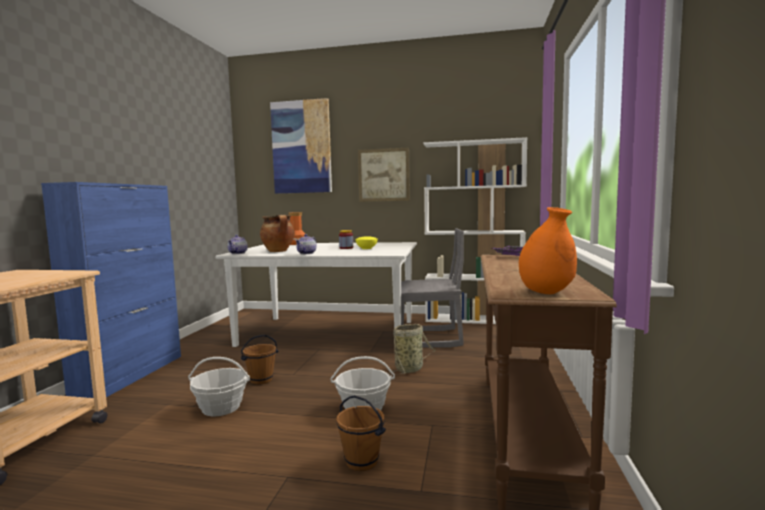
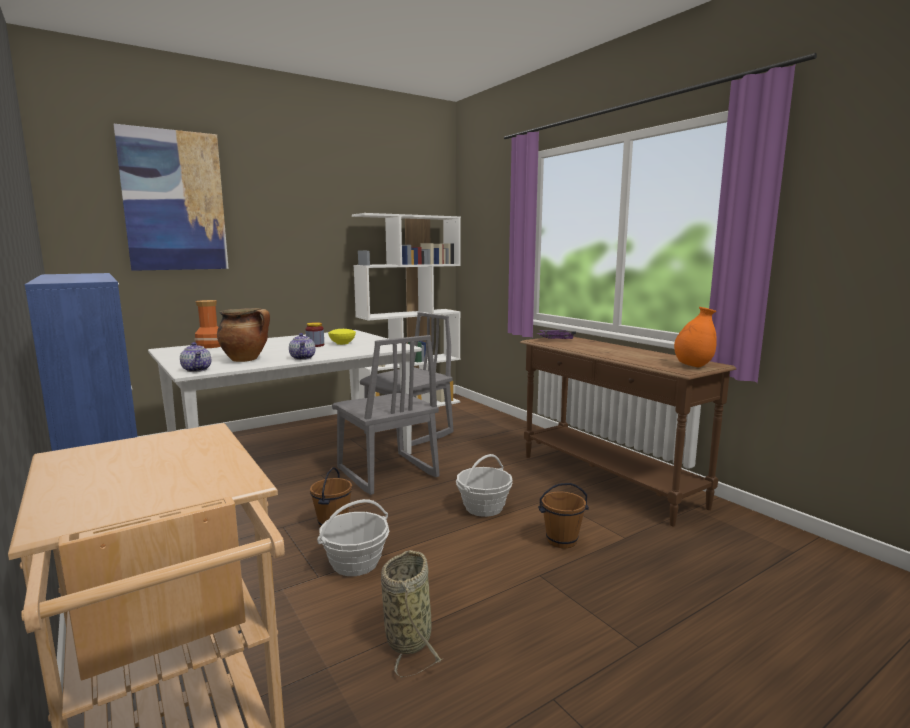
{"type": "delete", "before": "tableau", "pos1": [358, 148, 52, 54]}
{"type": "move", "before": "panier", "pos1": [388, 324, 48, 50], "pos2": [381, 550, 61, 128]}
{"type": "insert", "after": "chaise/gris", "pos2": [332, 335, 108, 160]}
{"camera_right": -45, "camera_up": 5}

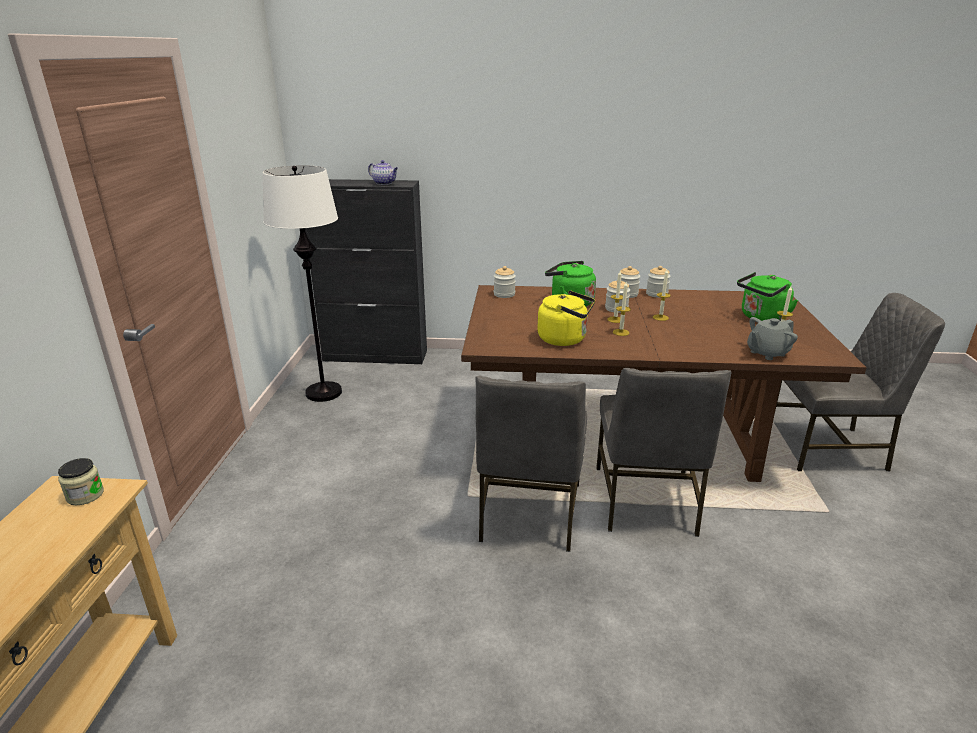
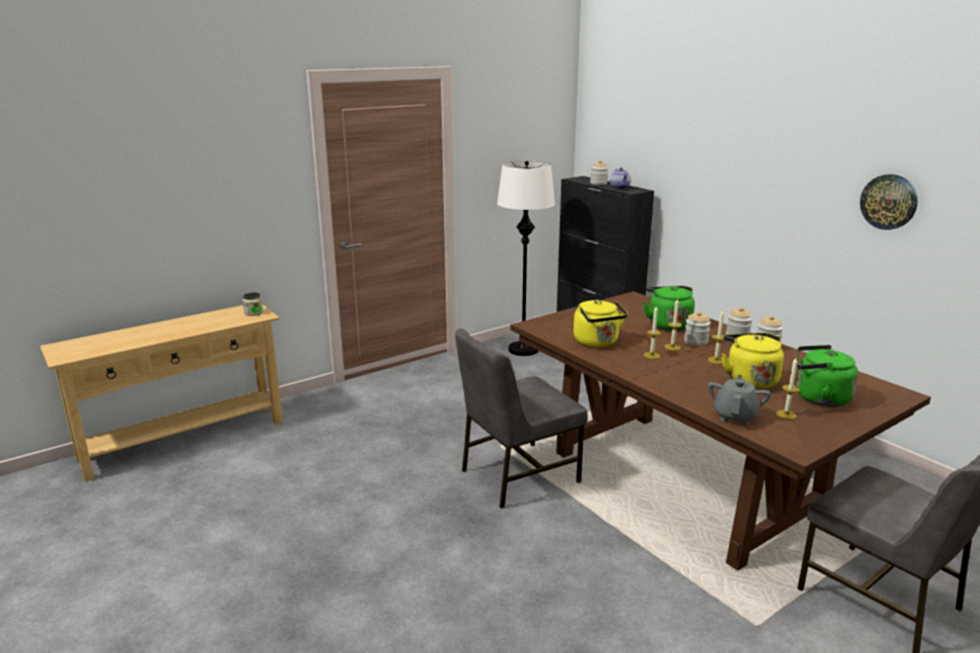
{"type": "move", "before": "bocal", "pos1": [494, 266, 22, 32], "pos2": [590, 160, 18, 25]}
{"type": "rotate", "before": "théière/gris", "pos1": [747, 317, 51, 43], "pos2": [707, 375, 64, 50], "turn": 90}
{"type": "delete", "before": "chaise/gris", "pos1": [596, 368, 136, 169]}
{"type": "insert", "after": "horloge murale", "pos2": [860, 174, 58, 56]}
{"type": "insert", "after": "bouilloire/jaune", "pos2": [721, 333, 63, 56]}
{"camera_right": 50, "camera_up": -5}

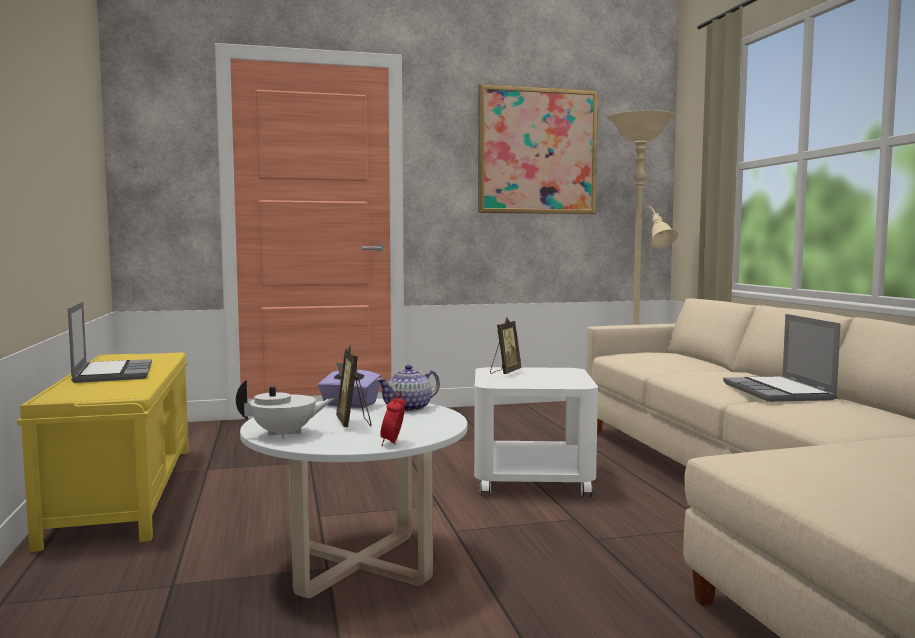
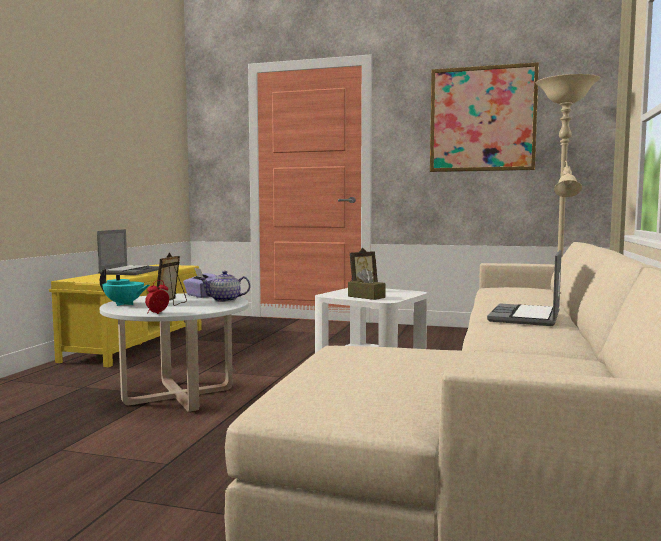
{"type": "recolor", "before": "théière/blanc", "after": "théière/turquoise", "pos1": [236, 380, 98, 59], "pos2": [100, 269, 50, 37]}
{"type": "insert", "after": "boîte à mouchoirs/marron", "pos2": [348, 268, 37, 32]}
{"camera_right": 30, "camera_up": 0}

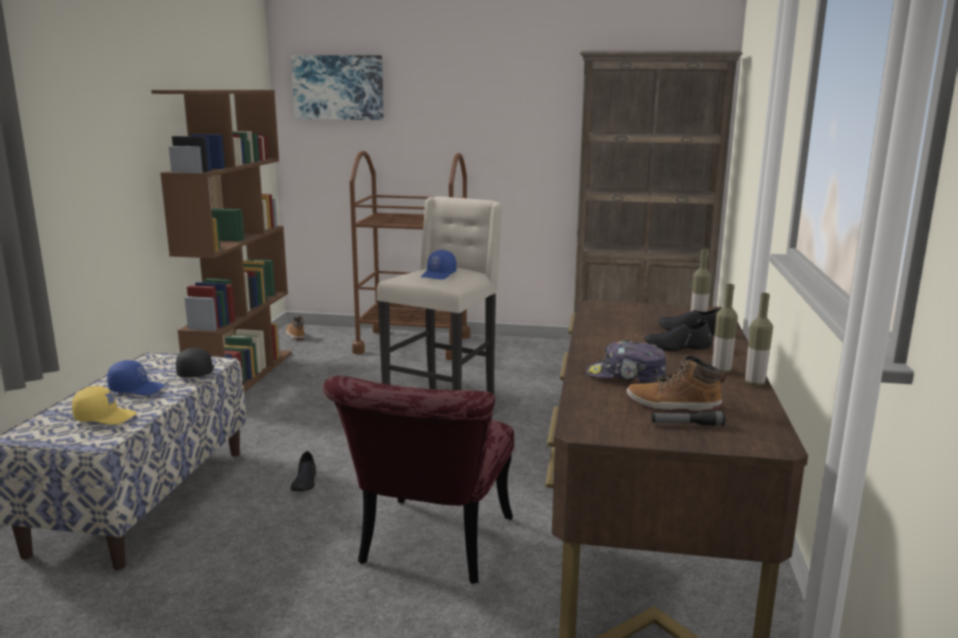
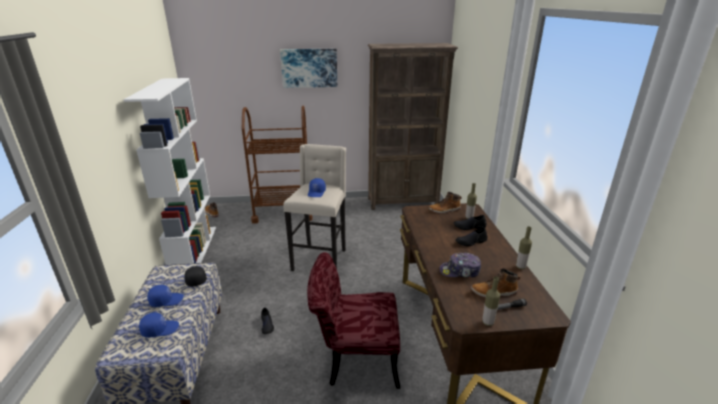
{"type": "move", "before": "tableau", "pos1": [291, 55, 93, 65], "pos2": [280, 49, 57, 39]}
{"type": "recolor", "before": "bibliothèque/marron", "after": "bibliothèque/blanc", "pos1": [151, 90, 141, 303], "pos2": [123, 78, 93, 187]}
{"type": "move", "before": "bouteille", "pos1": [712, 284, 26, 89], "pos2": [482, 276, 18, 50]}
{"type": "rotate", "before": "chaise/rouge", "pos1": [323, 376, 191, 208], "pos2": [307, 252, 93, 137], "turn": 90}
{"type": "recolor", "before": "casquette/jaune", "after": "casquette/bleu", "pos1": [72, 386, 65, 39], "pos2": [139, 312, 40, 26]}
{"type": "insert", "after": "botte", "pos2": [429, 192, 33, 22]}
{"camera_right": -15, "camera_up": 10}

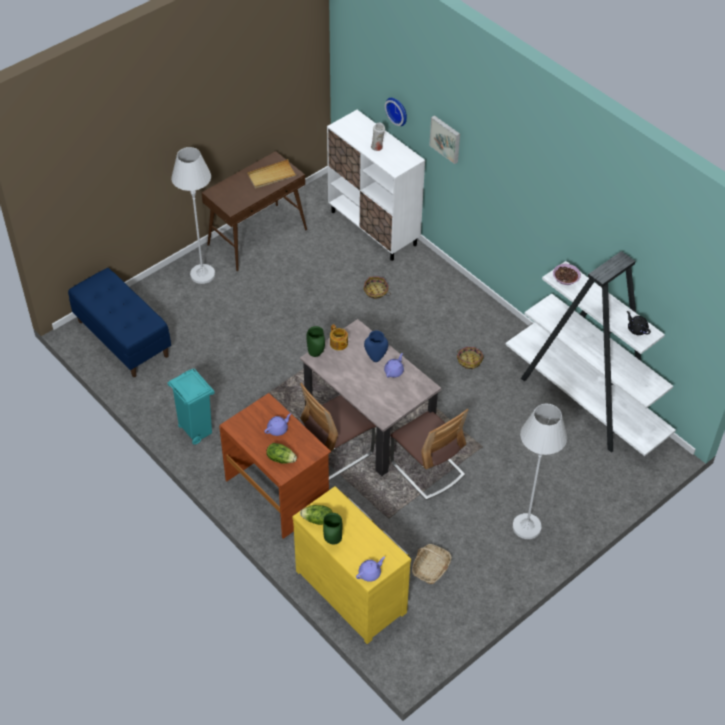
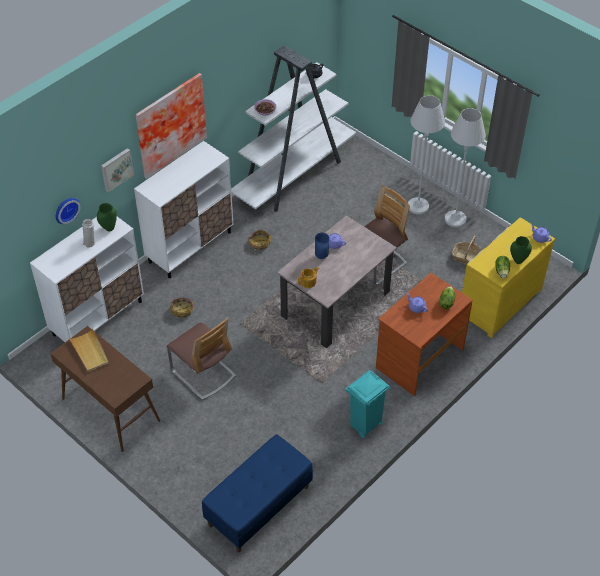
{"type": "move", "before": "lampadaire/blanc", "pos1": [171, 147, 44, 137], "pos2": [445, 108, 41, 120]}
{"type": "move", "before": "vase/vert", "pos1": [306, 326, 19, 31], "pos2": [97, 203, 20, 28]}
{"type": "move", "before": "chaise", "pos1": [300, 383, 76, 97], "pos2": [166, 318, 70, 82]}
{"type": "insert", "after": "tableau", "pos2": [136, 73, 71, 106]}
{"type": "insert", "after": "meuble de rangement/blanc", "pos2": [134, 141, 99, 137]}
{"camera_right": -95, "camera_up": 0}

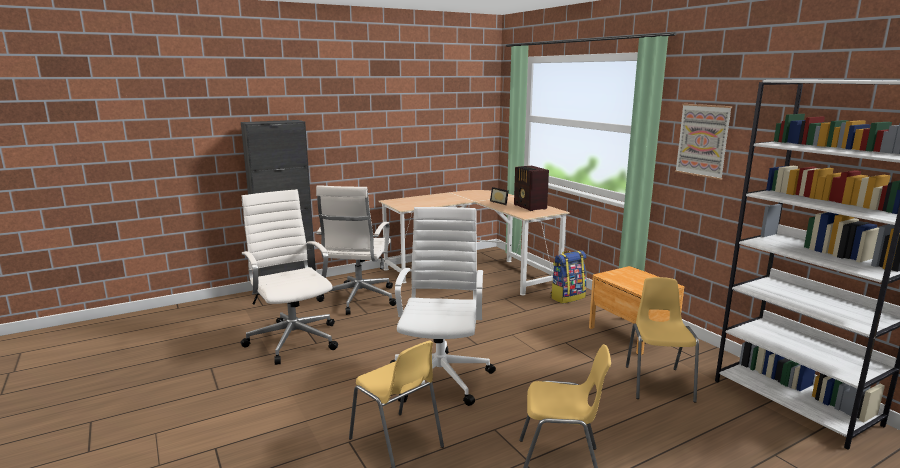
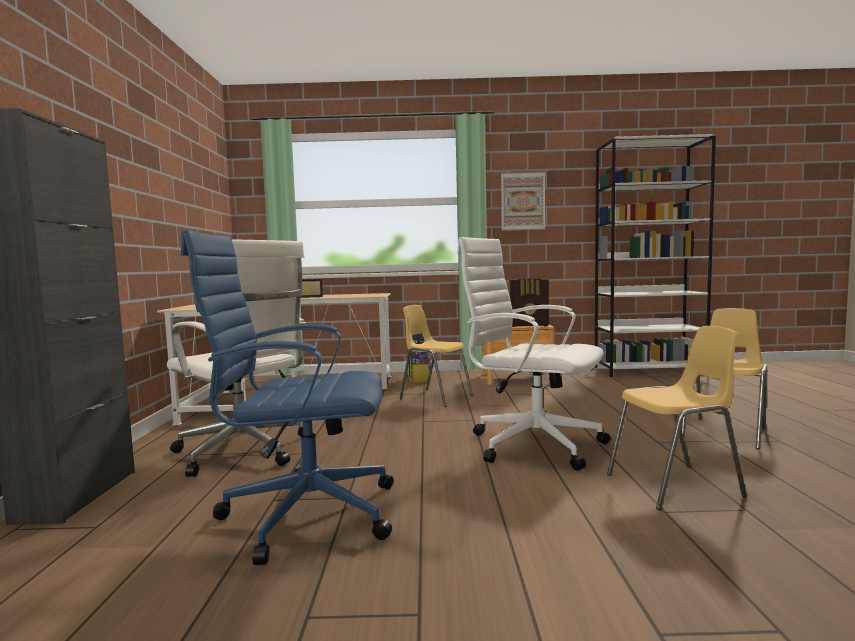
{"type": "move", "before": "radio", "pos1": [514, 166, 35, 45], "pos2": [510, 278, 39, 49]}
{"type": "recolor", "before": "chaise de bureau/blanc", "after": "chaise de bureau/bleu", "pos1": [241, 189, 97, 176], "pos2": [181, 230, 213, 335]}
{"type": "move", "before": "chaise/jaune", "pos1": [626, 277, 73, 126], "pos2": [399, 305, 74, 102]}
{"camera_right": -60, "camera_up": -10}

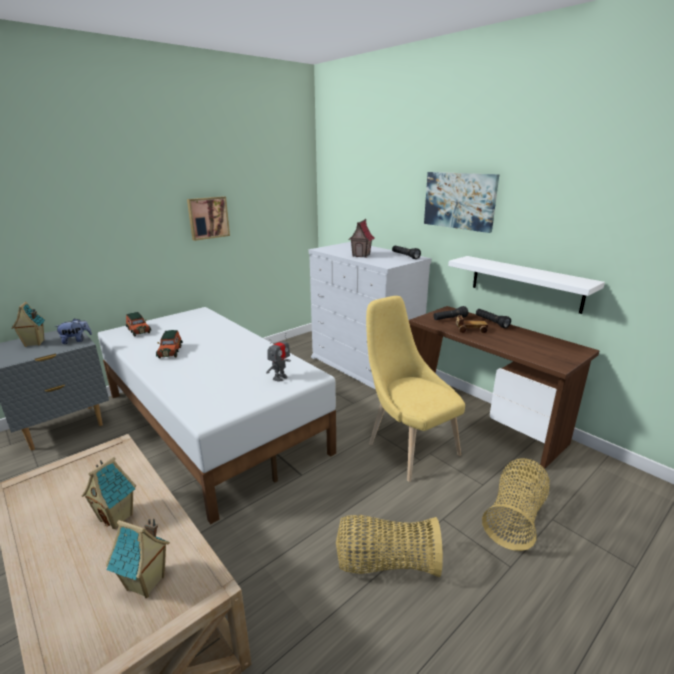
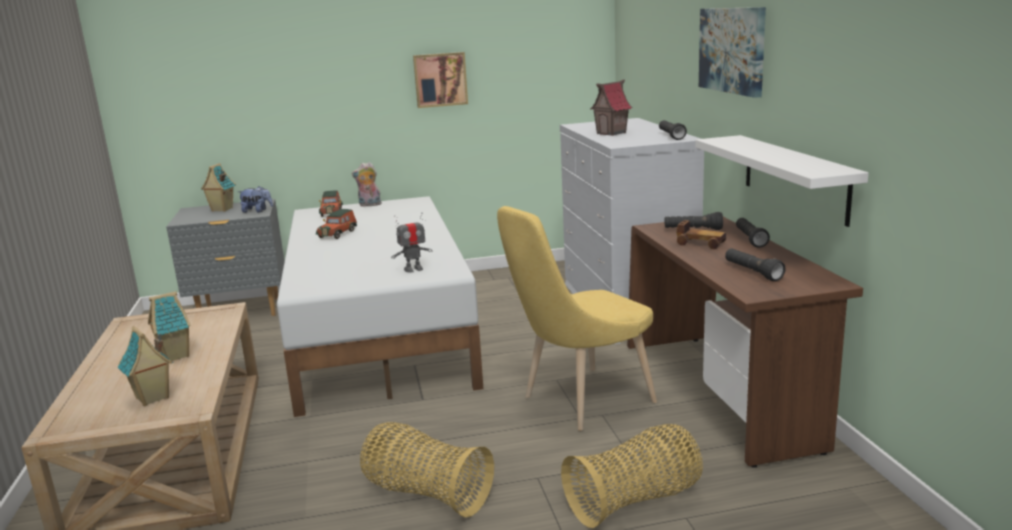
{"type": "rotate", "before": "chaise/jaune", "pos1": [366, 296, 99, 186], "pos2": [497, 206, 160, 225], "turn": -120}
{"type": "insert", "after": "peluche", "pos2": [352, 162, 30, 45]}
{"type": "insert", "after": "lampe de poche/noir", "pos2": [725, 248, 61, 33]}
{"camera_right": 30, "camera_up": -5}

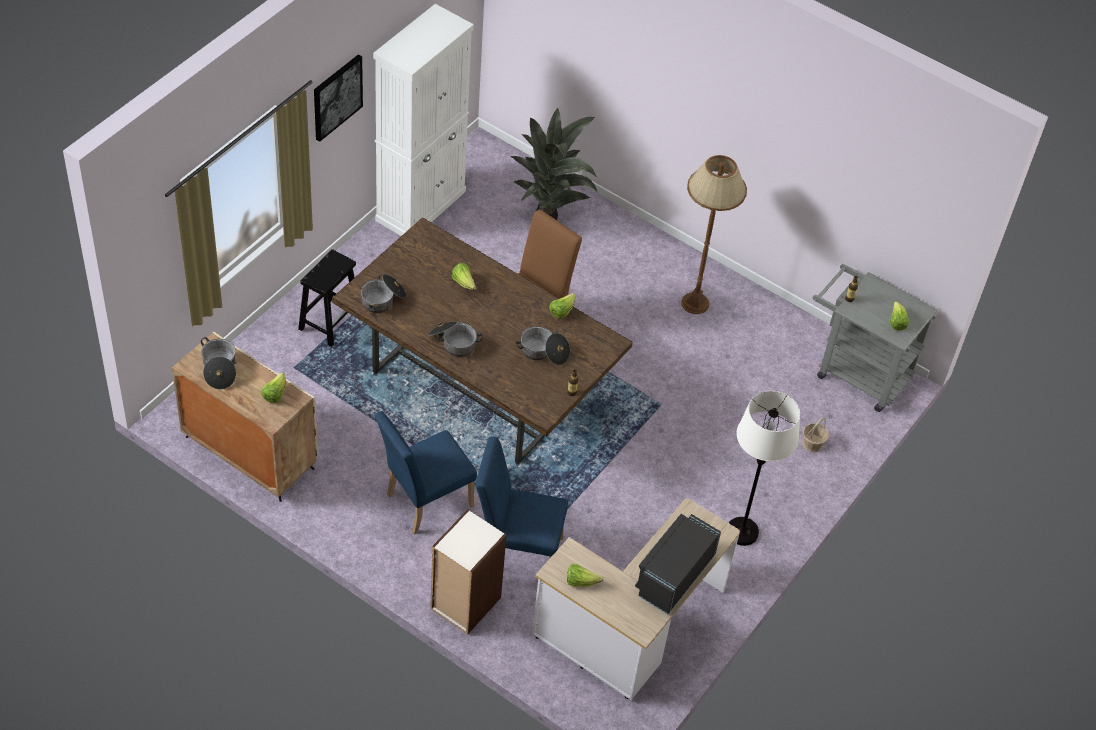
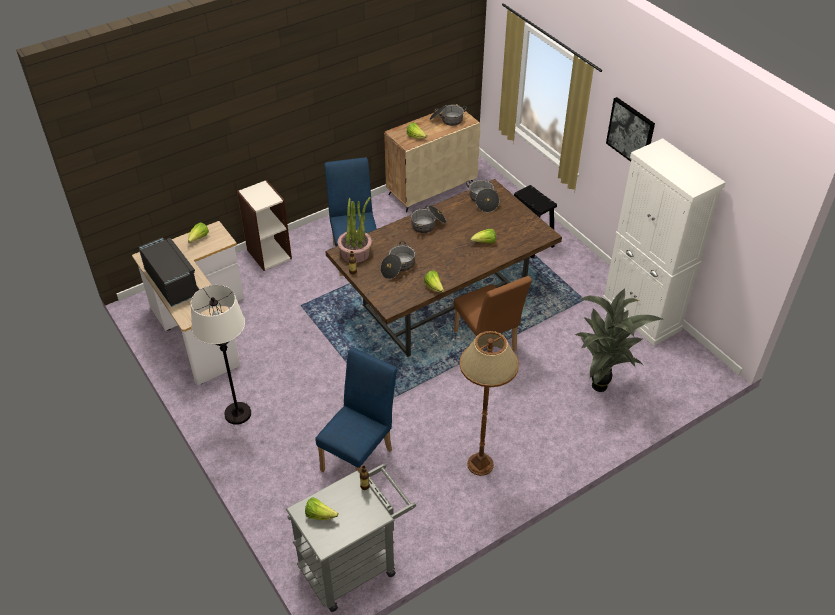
{"type": "delete", "before": "panier", "pos1": [802, 417, 27, 35]}
{"type": "move", "before": "chaise/bleu", "pos1": [476, 436, 92, 123], "pos2": [316, 348, 81, 125]}
{"type": "insert", "after": "plante en pot", "pos2": [337, 197, 35, 66]}
{"camera_right": 115, "camera_up": -5}

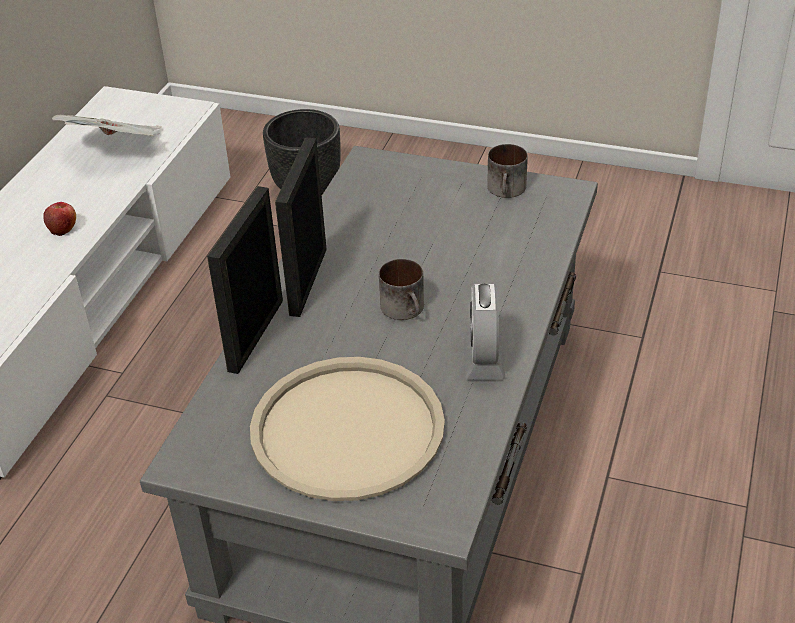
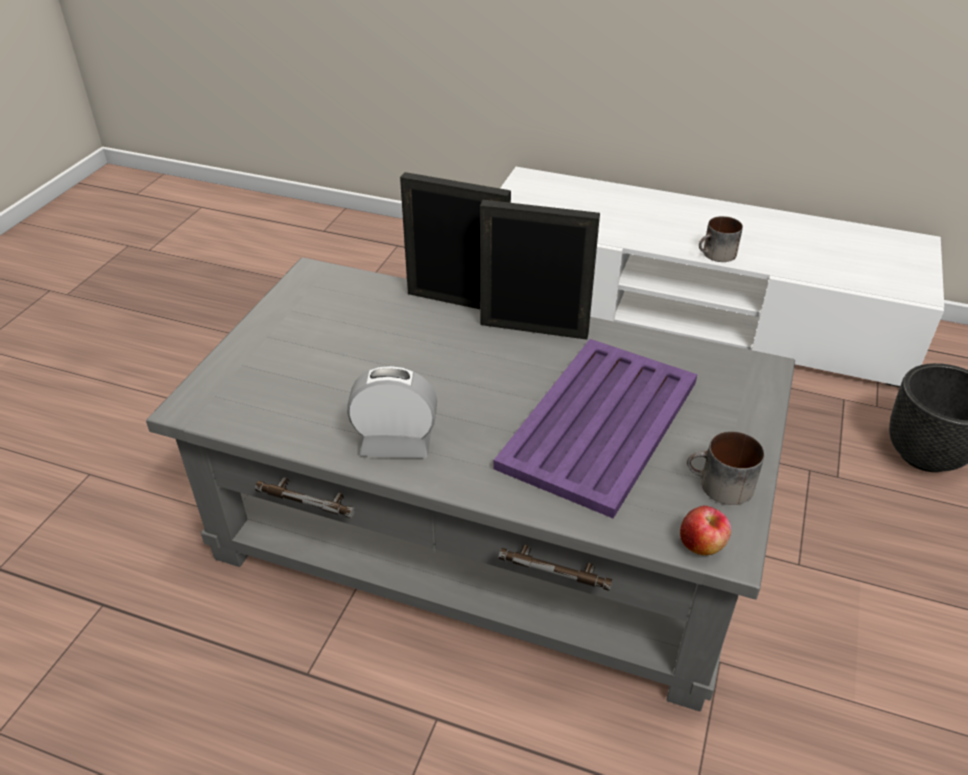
{"type": "delete", "before": "journal", "pos1": [52, 115, 110, 21]}
{"type": "move", "before": "pomme", "pos1": [43, 202, 33, 34], "pos2": [680, 506, 51, 49]}
{"type": "move", "before": "mug", "pos1": [379, 259, 45, 61], "pos2": [699, 216, 44, 46]}
{"type": "delete", "before": "plateau/beige", "pos1": [250, 357, 195, 144]}
{"type": "insert", "after": "plateau/violet", "pos2": [494, 339, 203, 180]}
{"camera_right": 90, "camera_up": 0}

